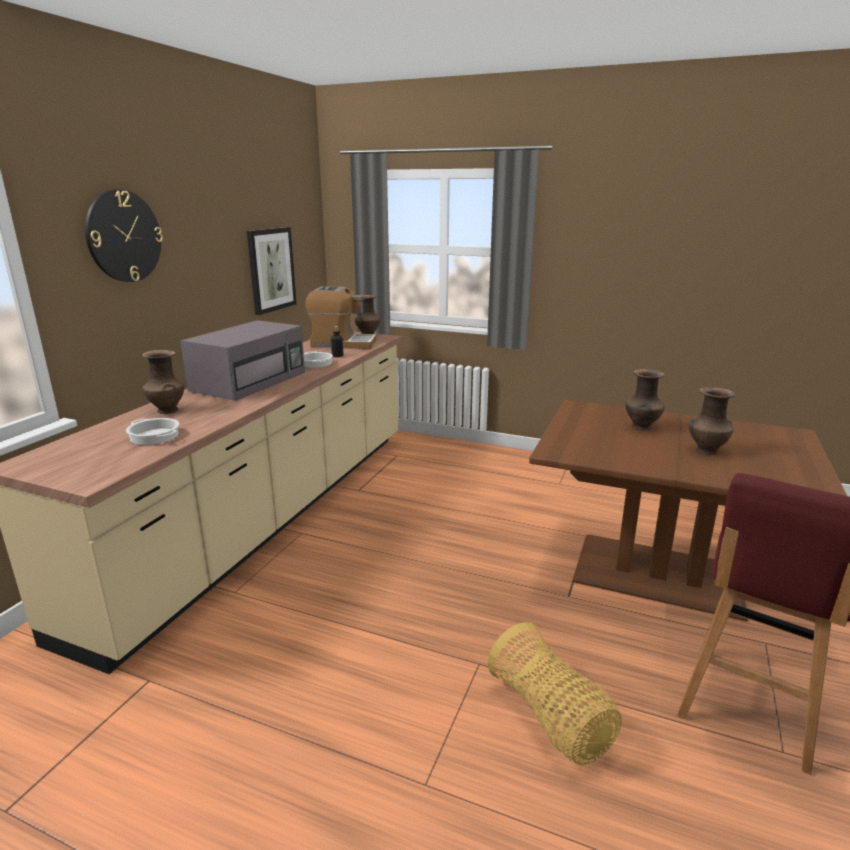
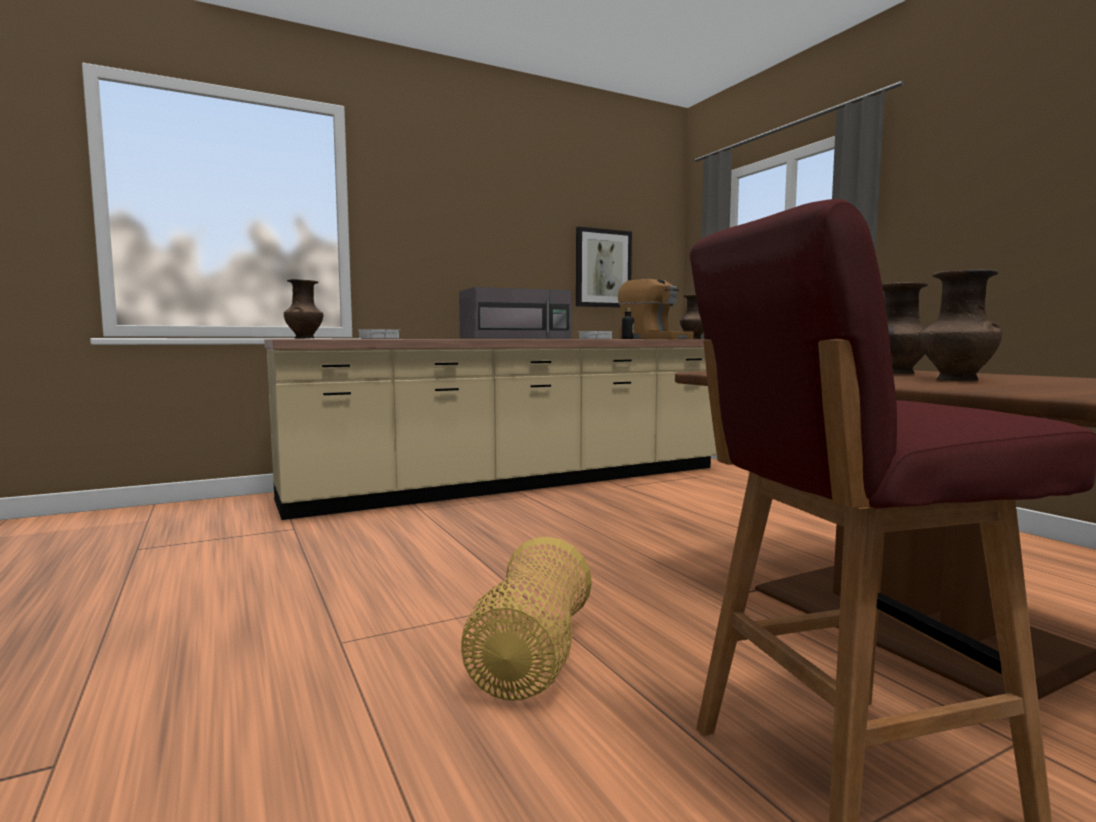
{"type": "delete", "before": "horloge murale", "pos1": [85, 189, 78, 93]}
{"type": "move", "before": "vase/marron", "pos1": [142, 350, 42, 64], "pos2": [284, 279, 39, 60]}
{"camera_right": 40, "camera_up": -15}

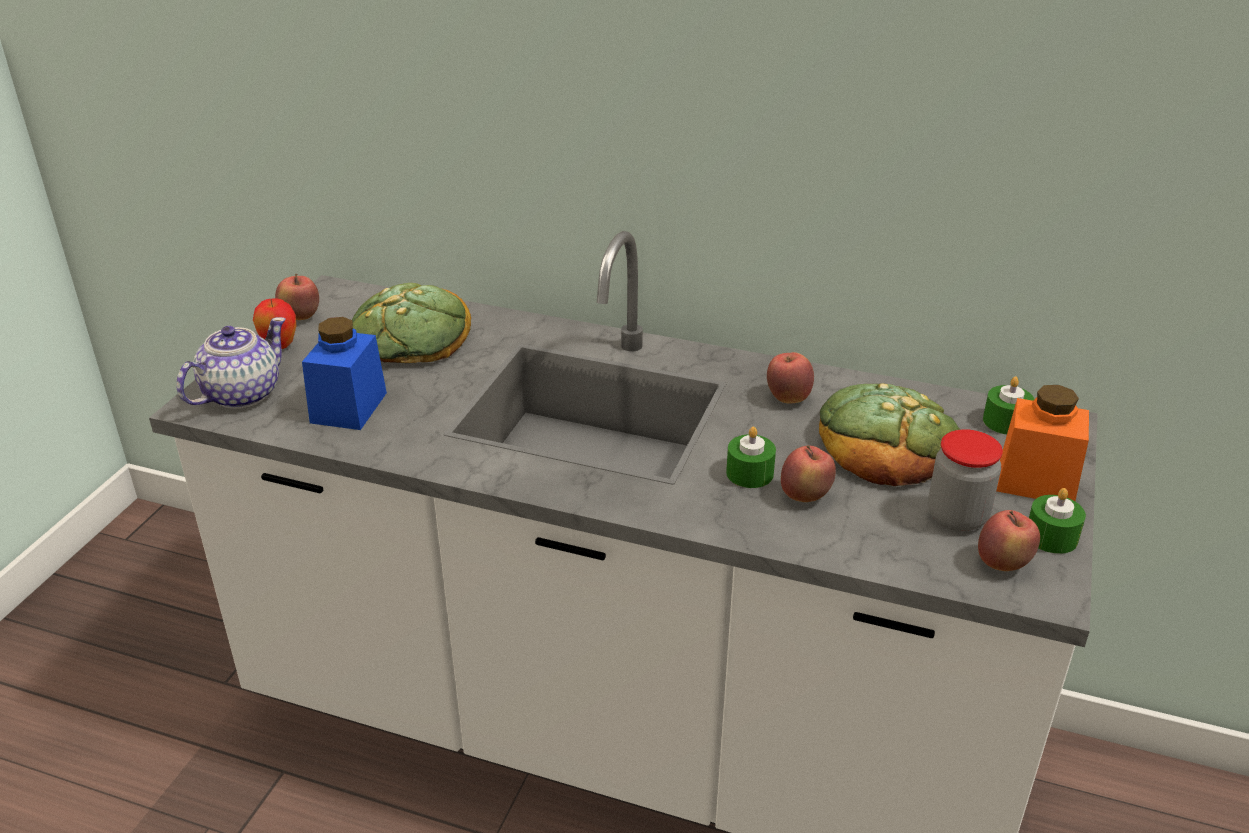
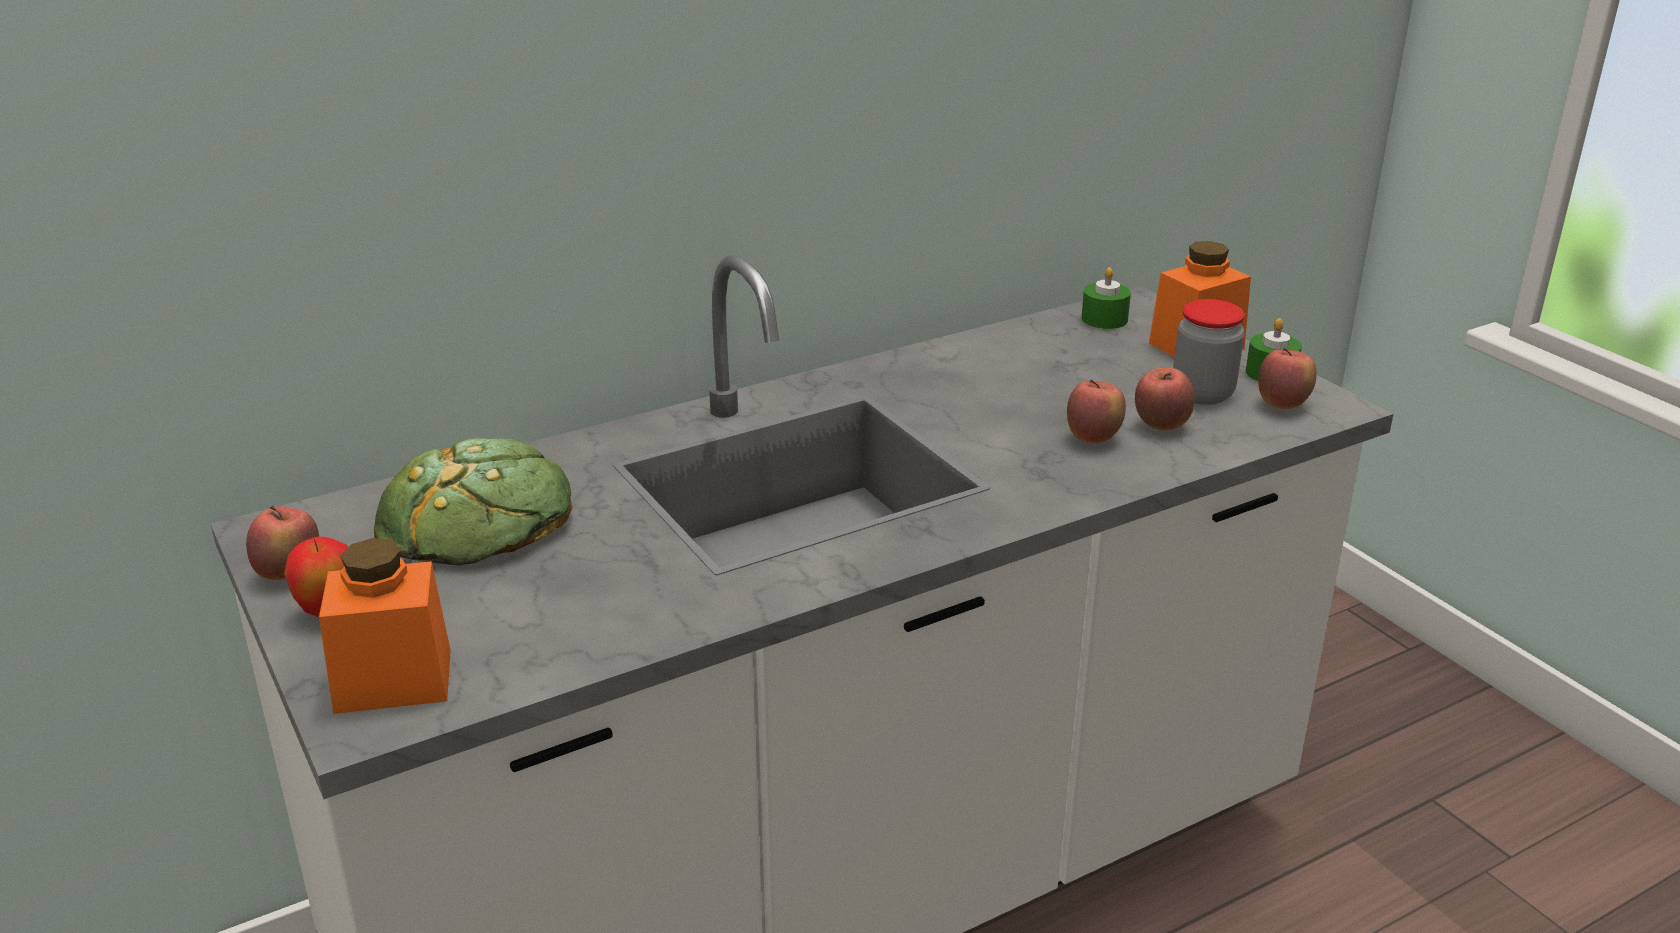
{"type": "replace", "before": "théière", "after": "bocal/orange", "pos1": [177, 317, 109, 92], "pos2": [319, 538, 132, 176]}
{"type": "delete", "before": "bocal/bleu", "pos1": [302, 317, 85, 113]}
{"type": "move", "before": "pomme", "pos1": [767, 352, 47, 51], "pos2": [1135, 368, 59, 63]}
{"type": "delete", "before": "pain", "pos1": [819, 383, 142, 103]}
{"type": "delete", "before": "bougie/vert", "pos1": [726, 426, 50, 62]}
{"camera_right": -50, "camera_up": -5}

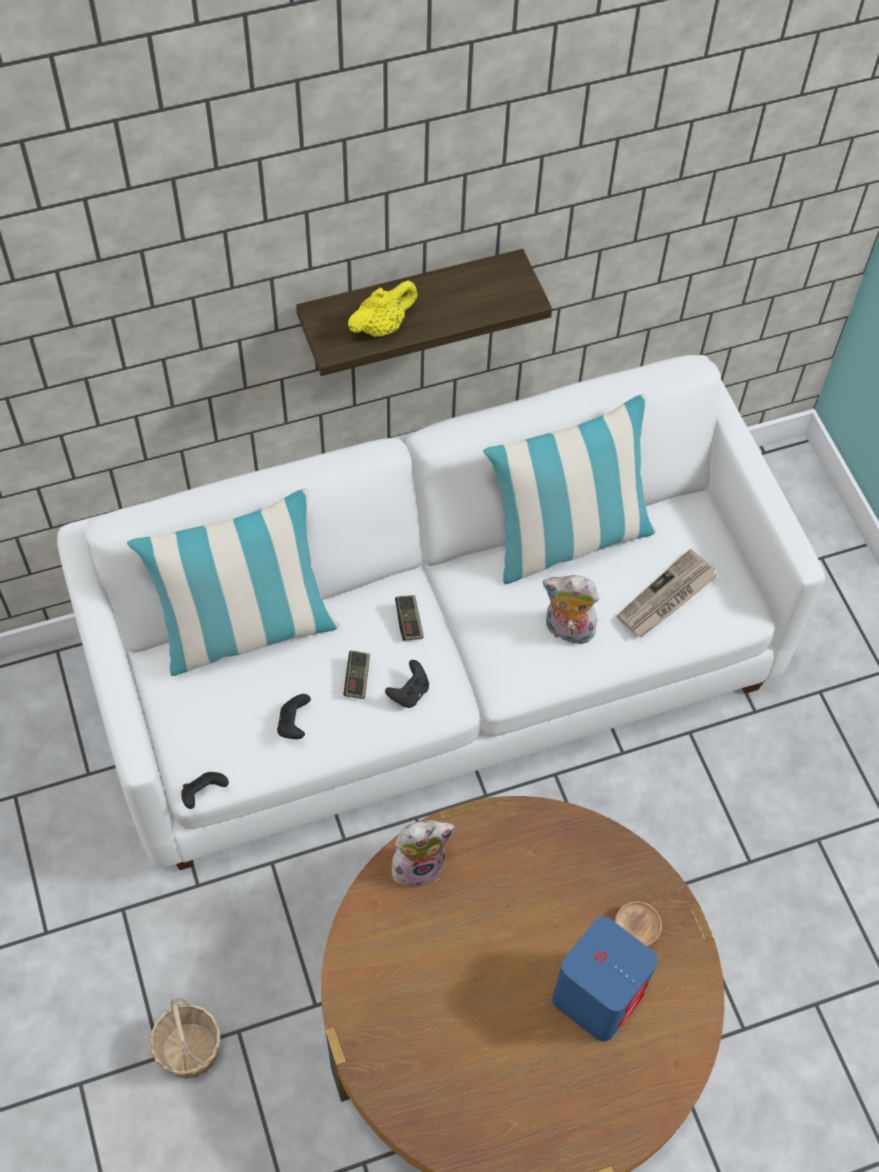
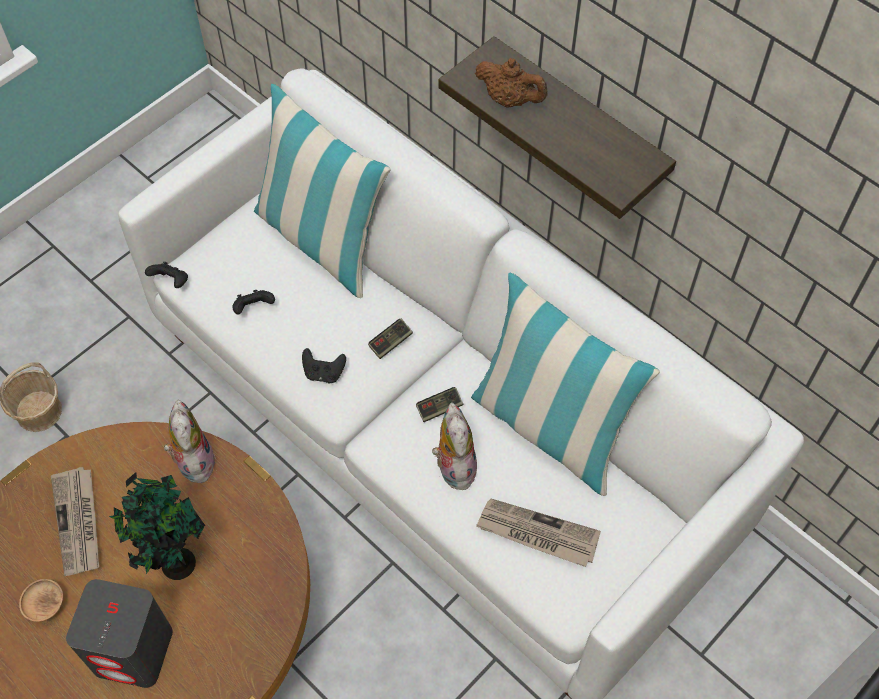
{"type": "recolor", "before": "théière/jaune", "after": "théière/marron", "pos1": [348, 280, 70, 57], "pos2": [475, 58, 73, 50]}
{"type": "move", "before": "manette", "pos1": [344, 650, 26, 49], "pos2": [416, 387, 48, 35]}
{"type": "rotate", "before": "peluche", "pos1": [392, 820, 63, 68], "pos2": [164, 400, 52, 83], "turn": -150}
{"type": "move", "before": "bol/marron", "pos1": [615, 901, 47, 45], "pos2": [19, 579, 44, 43]}
{"type": "recolor", "before": "enceinte/bleu", "after": "enceinte/gris", "pos1": [552, 917, 105, 125], "pos2": [66, 579, 107, 109]}
{"type": "insert", "after": "journal", "pos2": [51, 467, 48, 109]}
{"type": "insert", "after": "plante en pot", "pos2": [109, 472, 96, 108]}
{"camera_right": 65, "camera_up": 0}

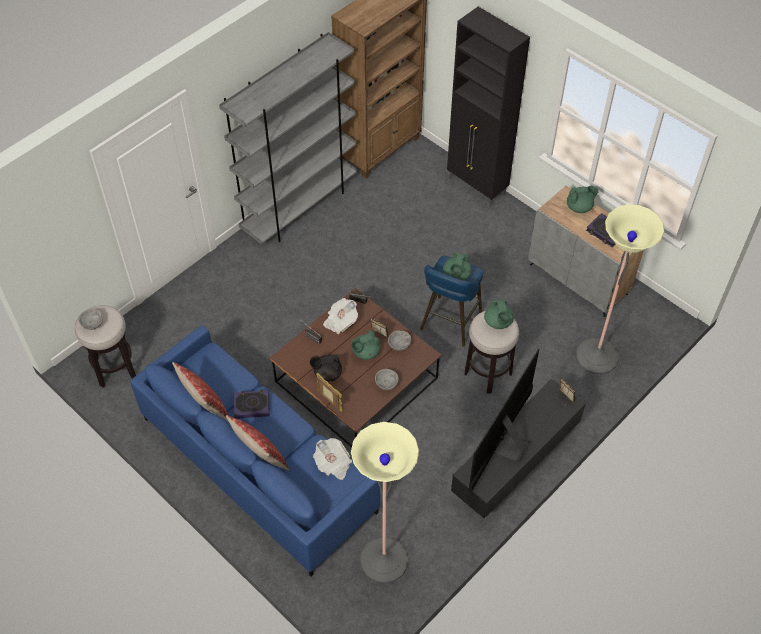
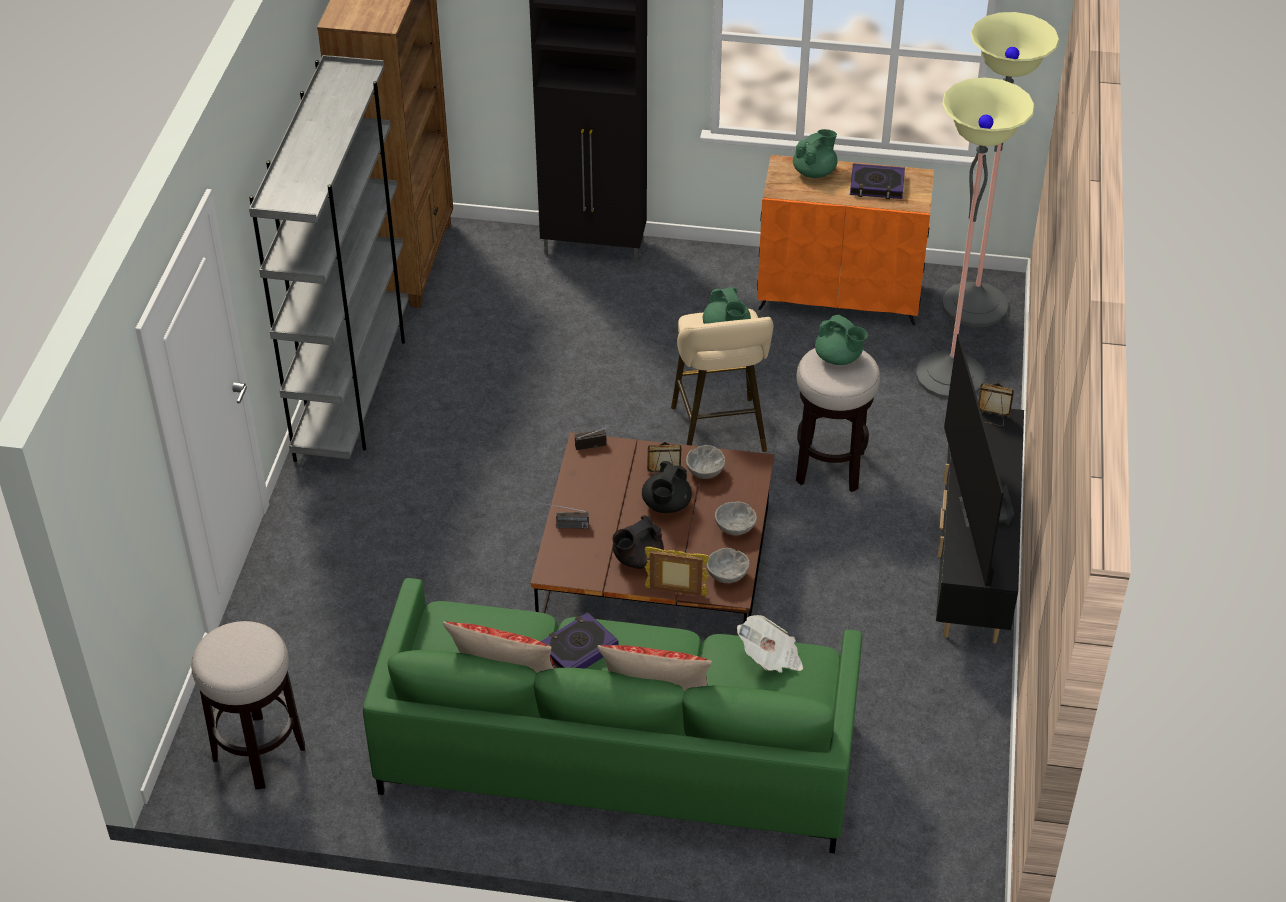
{"type": "recolor", "before": "meuble de rangement/gris", "after": "meuble de rangement/orange", "pos1": [528, 186, 116, 131], "pos2": [757, 155, 177, 171]}
{"type": "recolor", "before": "tabouret/bleu", "after": "tabouret/beige", "pos1": [420, 256, 63, 91], "pos2": [671, 309, 102, 143]}
{"type": "delete", "before": "journal", "pos1": [323, 298, 35, 36]}
{"type": "move", "before": "bol/gris", "pos1": [78, 309, 25, 21], "pos2": [706, 548, 44, 35]}
{"type": "recolor", "before": "canapé/bleu", "after": "canapé/vert", "pos1": [130, 326, 250, 251], "pos2": [363, 578, 499, 275]}
{"type": "recolor", "before": "théière/vert", "after": "théière/noir", "pos1": [351, 330, 29, 30], "pos2": [642, 461, 50, 52]}
{"type": "move", "before": "lampadaire", "pos1": [351, 422, 68, 162], "pos2": [942, 12, 118, 315]}
{"camera_right": -35, "camera_up": -10}

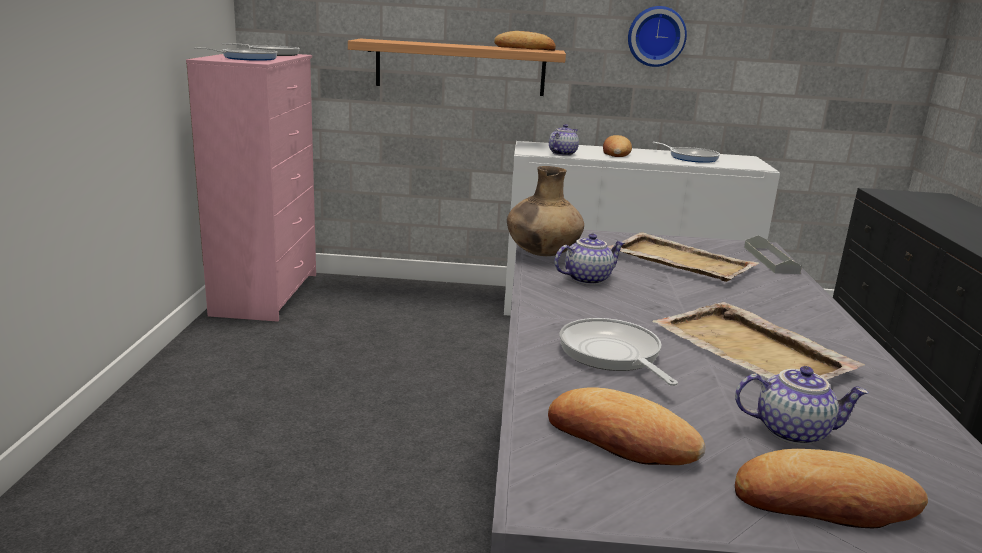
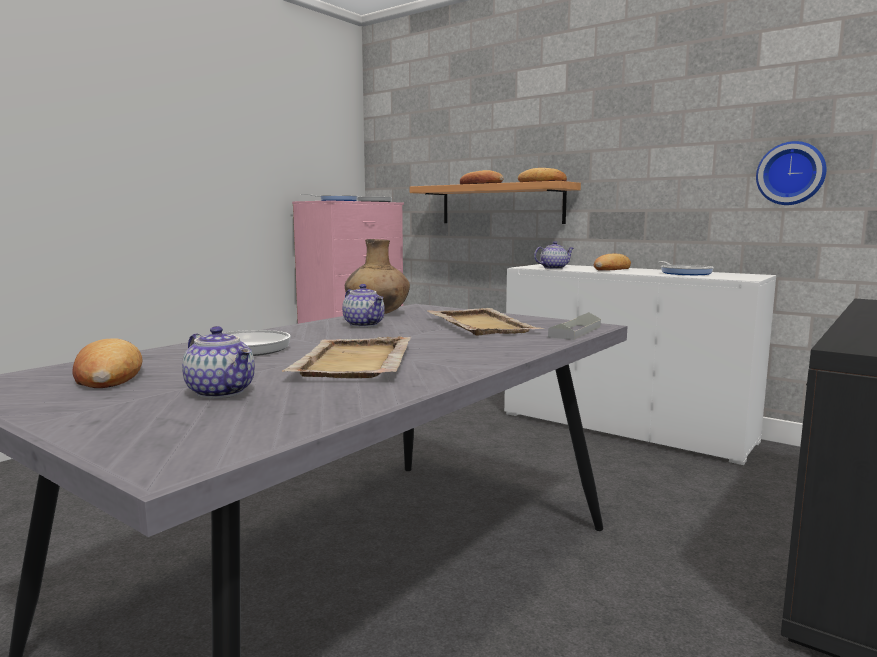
{"type": "move", "before": "horloge murale", "pos1": [628, 6, 59, 61], "pos2": [756, 141, 70, 64]}
{"type": "rotate", "before": "théière", "pos1": [554, 234, 71, 51], "pos2": [342, 284, 43, 43], "turn": 45}
{"type": "move", "before": "pain", "pos1": [735, 449, 193, 79], "pos2": [460, 170, 43, 14]}
{"camera_right": 35, "camera_up": -10}

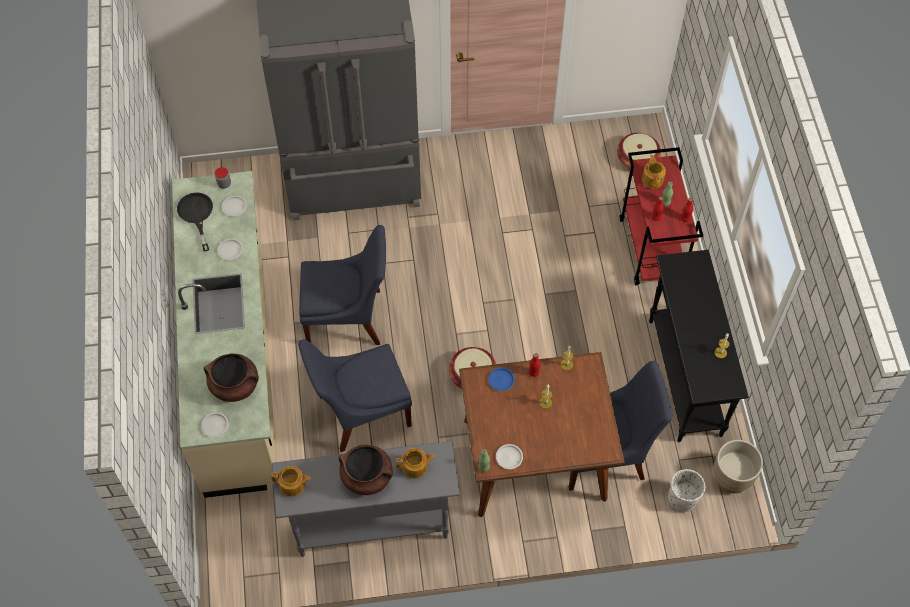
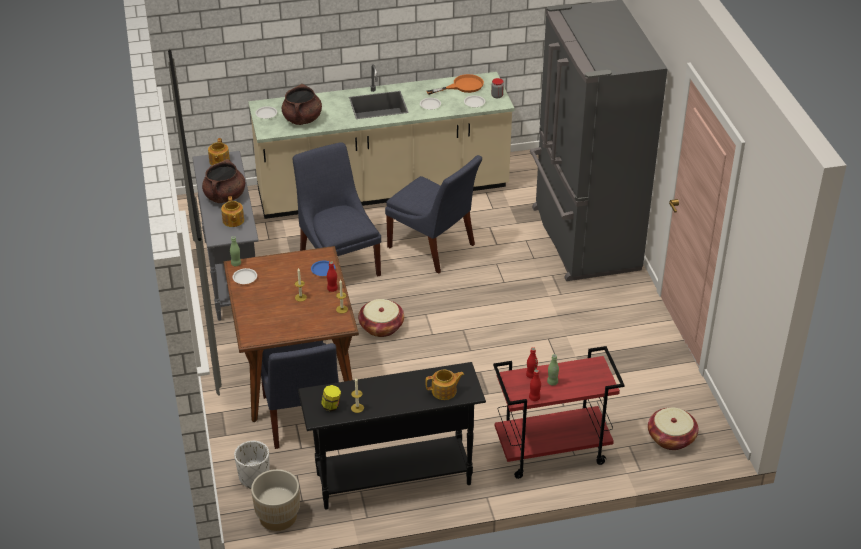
{"type": "move", "before": "théière", "pos1": [642, 155, 24, 34], "pos2": [425, 370, 39, 30]}
{"type": "recolor", "before": "poêle/noir", "after": "poêle/orange", "pos1": [177, 192, 36, 59], "pos2": [427, 74, 57, 21]}
{"type": "rotate", "before": "chaise/bleu", "pos1": [299, 225, 87, 120], "pos2": [385, 155, 97, 119], "turn": -45}
{"type": "insert", "after": "bocal", "pos2": [321, 385, 20, 27]}
{"camera_right": 85, "camera_up": -20}

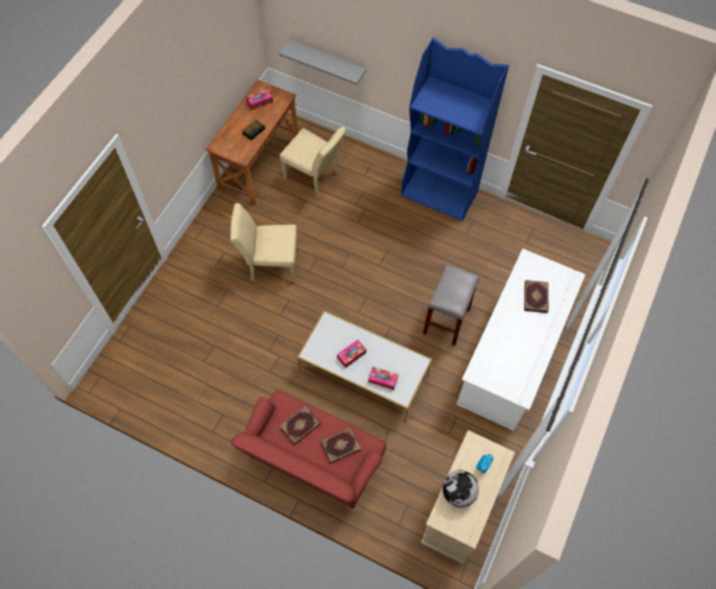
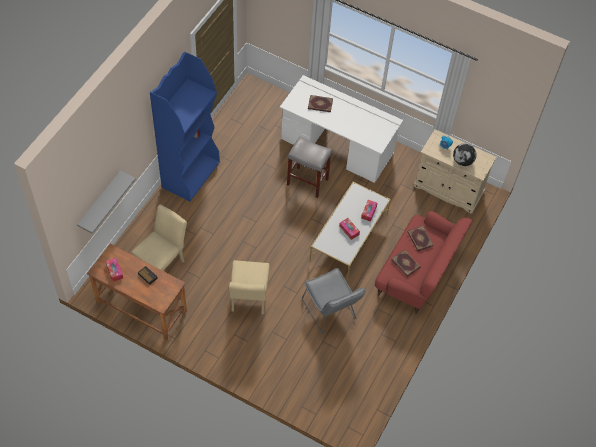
{"type": "insert", "after": "chaise/gris", "pos2": [302, 268, 63, 66]}
{"camera_right": -90, "camera_up": -5}

